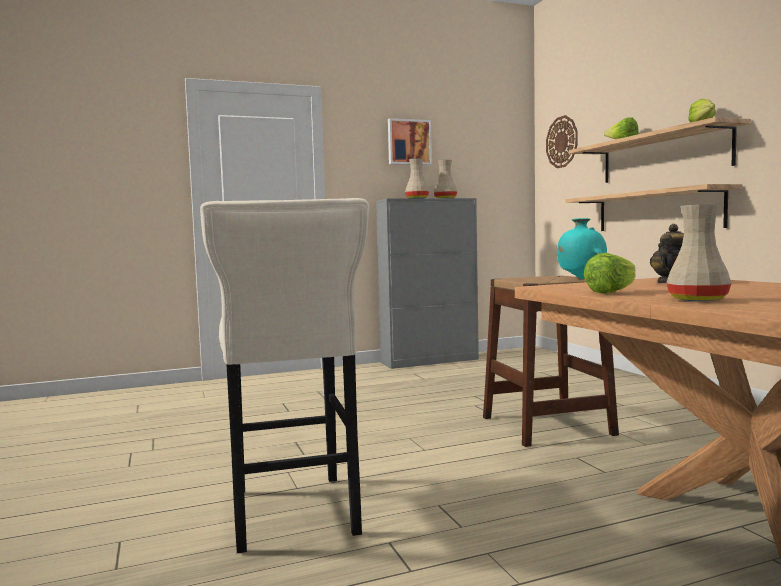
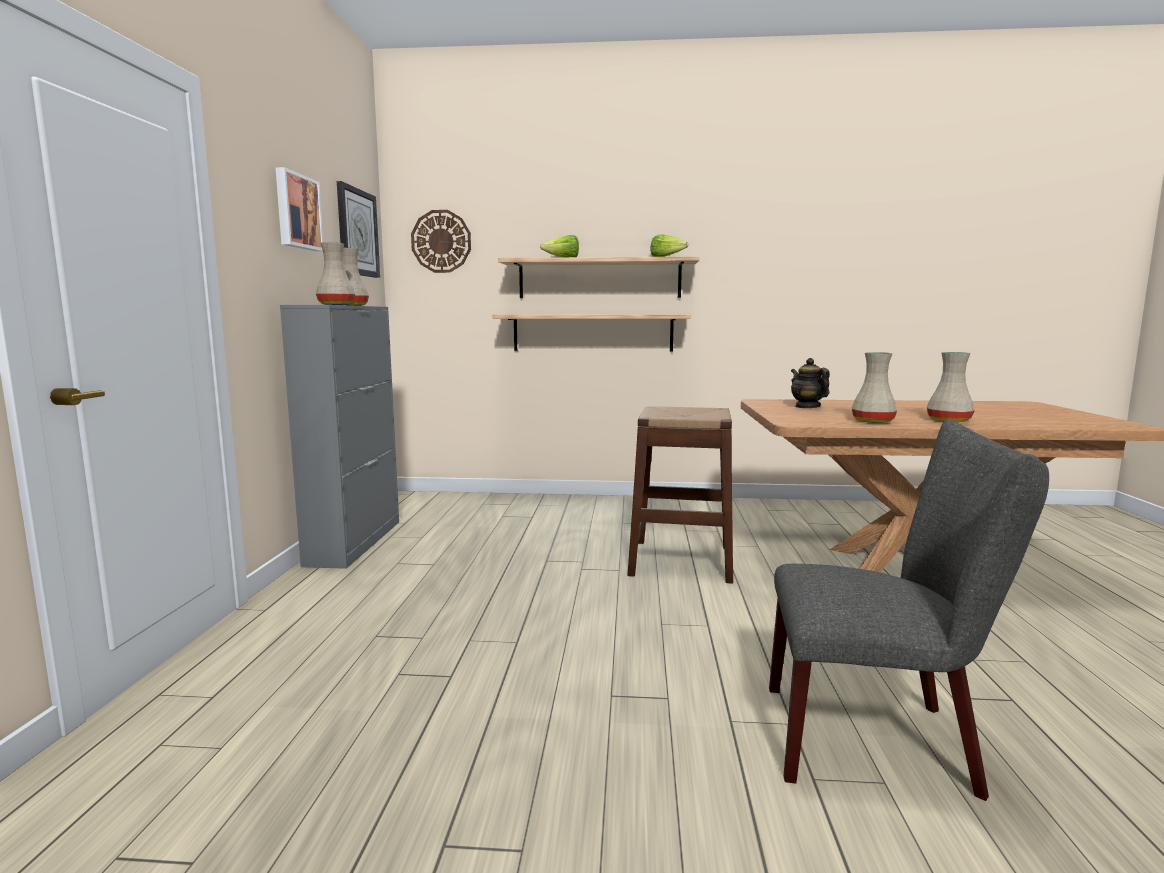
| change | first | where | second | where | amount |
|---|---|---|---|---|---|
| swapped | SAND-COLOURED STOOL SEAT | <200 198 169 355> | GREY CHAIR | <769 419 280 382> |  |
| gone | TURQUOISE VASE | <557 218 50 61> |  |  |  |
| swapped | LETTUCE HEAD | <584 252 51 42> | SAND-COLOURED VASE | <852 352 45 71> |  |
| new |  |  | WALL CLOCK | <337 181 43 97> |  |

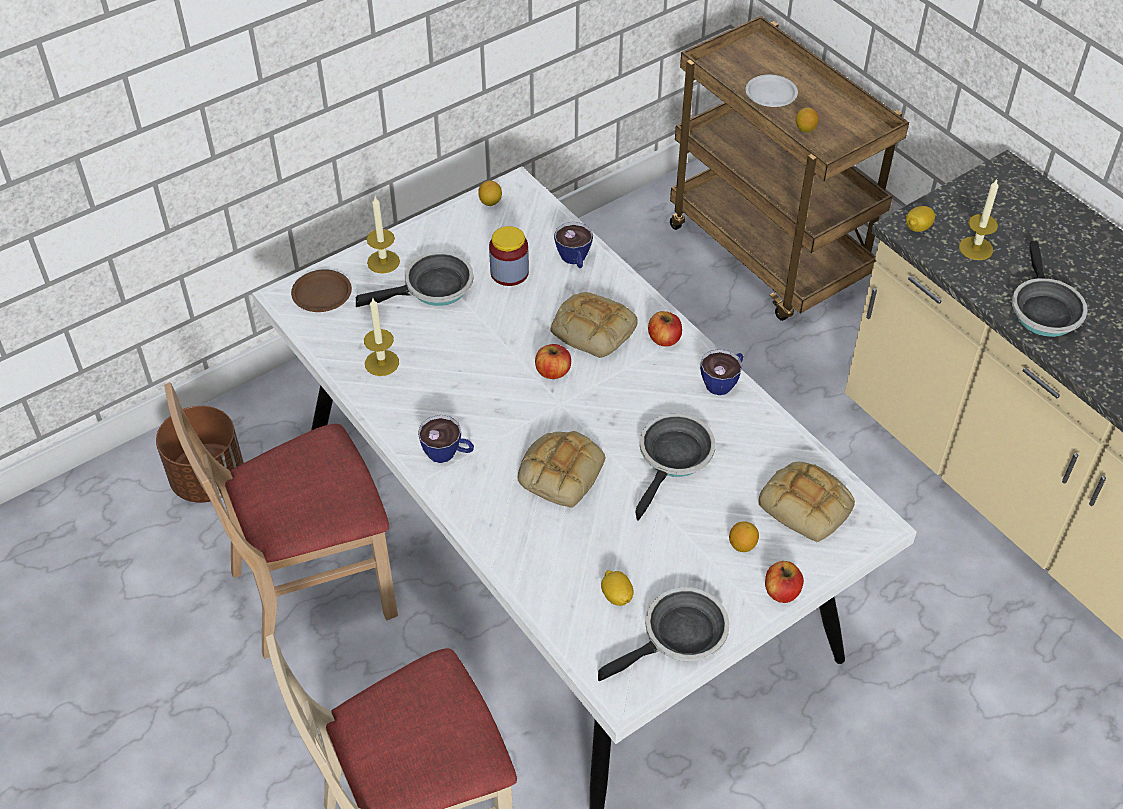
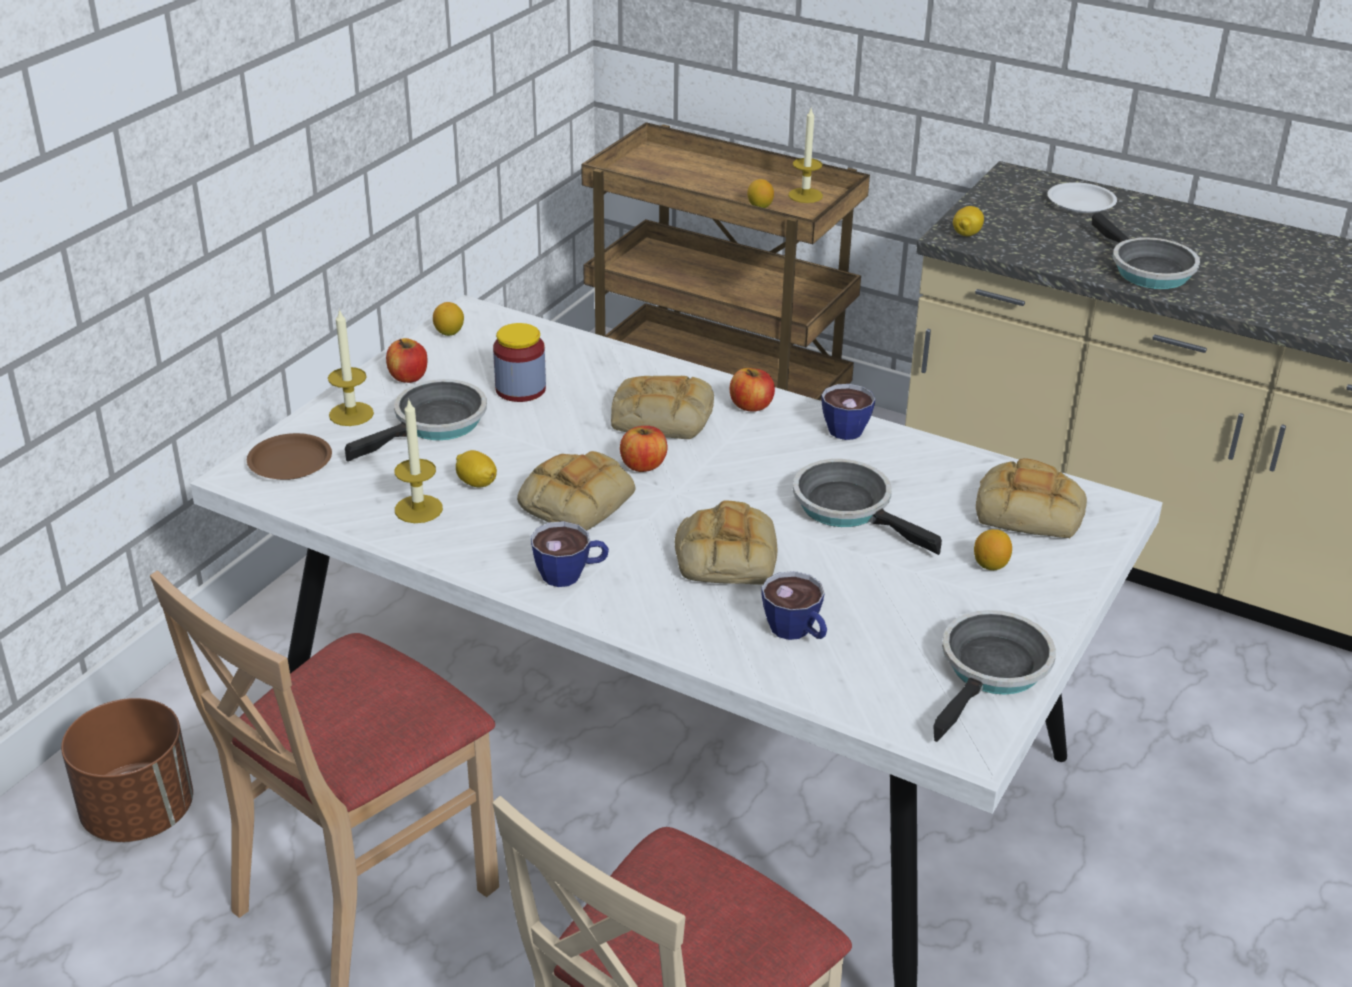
| change | first | where | second | where | amount |
|---|---|---|---|---|---|
| shifted | DRINKING CUP | <554 222 39 46> |  | <761 571 66 69> |  |
| shifted | CITRUS FRUIT | <601 570 33 36> |  | <456 450 41 38> |  |
| rotated | FRYING PAN | <635 413 80 108> |  | <793 459 149 96> | 45 degrees counterclockwise |
| shifted | WHITE-COLOURED FLAT DISH | <745 75 53 32> |  | <1048 182 69 31> |  |
| shifted | WHOLE APPLE | <765 561 39 42> |  | <386 338 41 45> |  |
| shifted | CANDLE | <959 179 40 81> |  | <788 108 35 95> |  |
| new |  |  | BREAD | <517 451 119 80> |  |

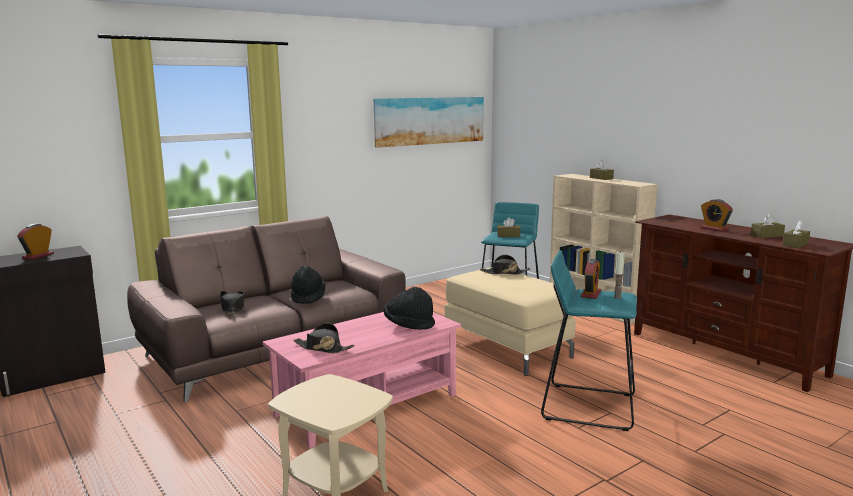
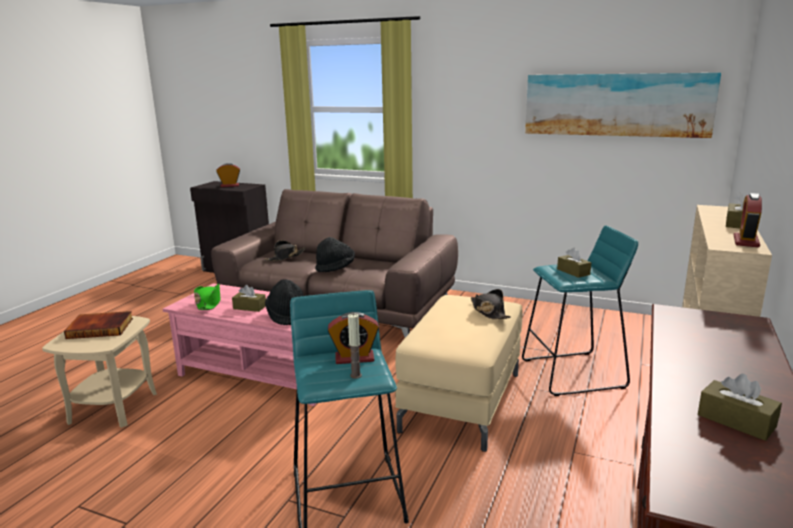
| change | first | where | second | where | amount |
|---|---|---|---|---|---|
| repainted | BLACK-COLOURED CLOTHING HAT | <294 323 61 30> | GREEN CLOTHING HAT | <194 284 26 26> |  |
| shifted | BEDSIDE CLOCK | <701 199 32 33> |  | <734 193 28 54> |  |
| shifted | BROWNISH TISSUE BOX | <783 221 27 27> |  | <232 285 34 27> |  |
| new |  |  | BOOK | <64 311 69 28> |  |

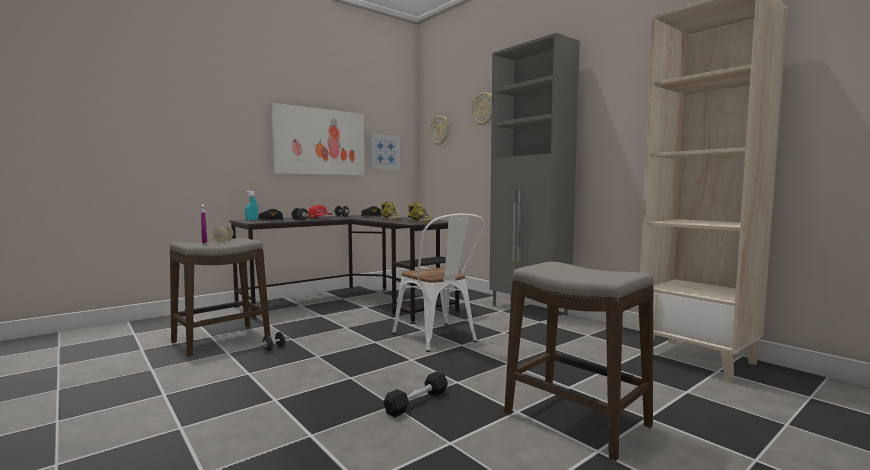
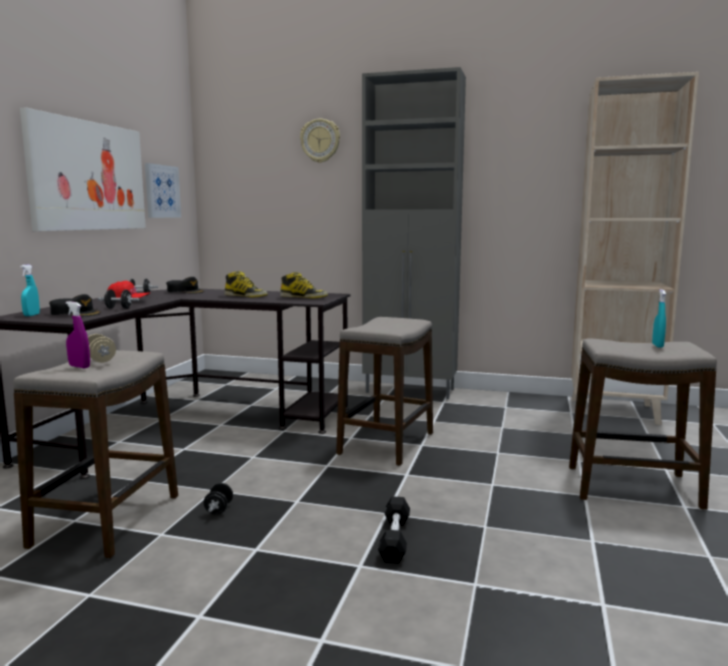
| change | first | where | second | where | amount |
|---|---|---|---|---|---|
| shifted | BLACK-COLOURED FREE WEIGHT | <383 372 65 45> |  | <378 496 32 67> |  |
| swapped | WHITE-COLOURED CHAIR | <392 214 93 138> | STOOL SEAT | <336 317 97 149> |  |
| gone | WALL CLOCK | <430 116 19 29> |  |  |  |
| new |  |  | TURQUOISE SPRAY BOTTLE | <652 289 14 59> |  |

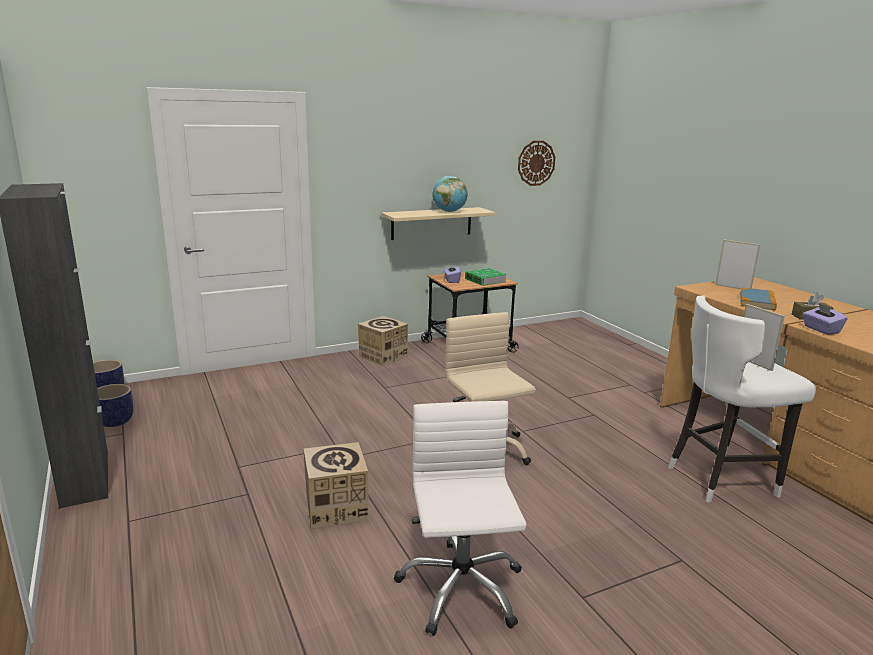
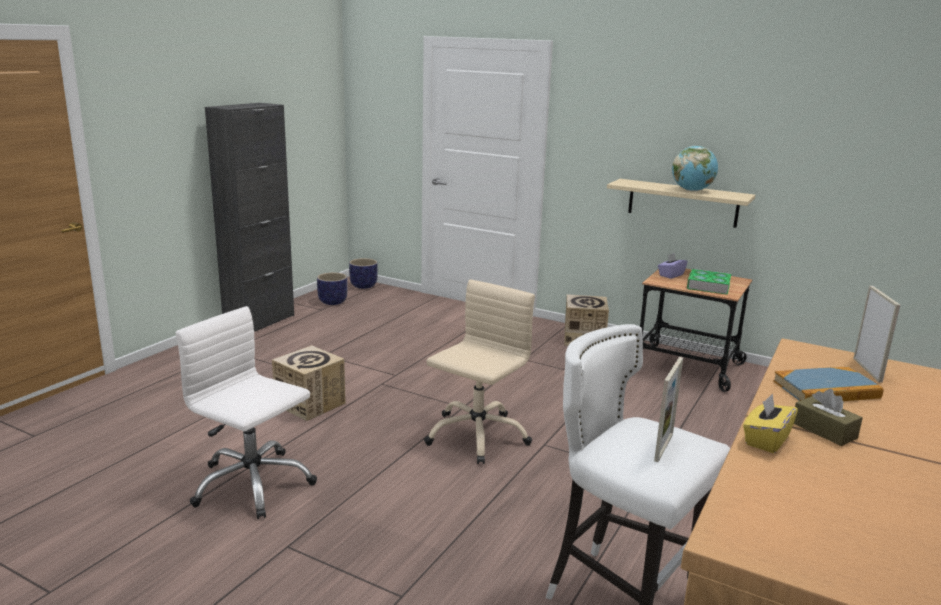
| change | first | where | second | where | amount |
|---|---|---|---|---|---|
| rotated | WHITE-COLOURED COMPUTER CHAIR | <394 401 133 235> |  | <176 306 141 213> | 105 degrees counterclockwise |
| gone | WALL CLOCK | <518 141 37 45> |  |  |  |
| repainted | PURPLE-COLOURED TISSUE BOX | <803 303 45 32> | YELLOW TISSUE BOX | <743 393 55 60> |  |

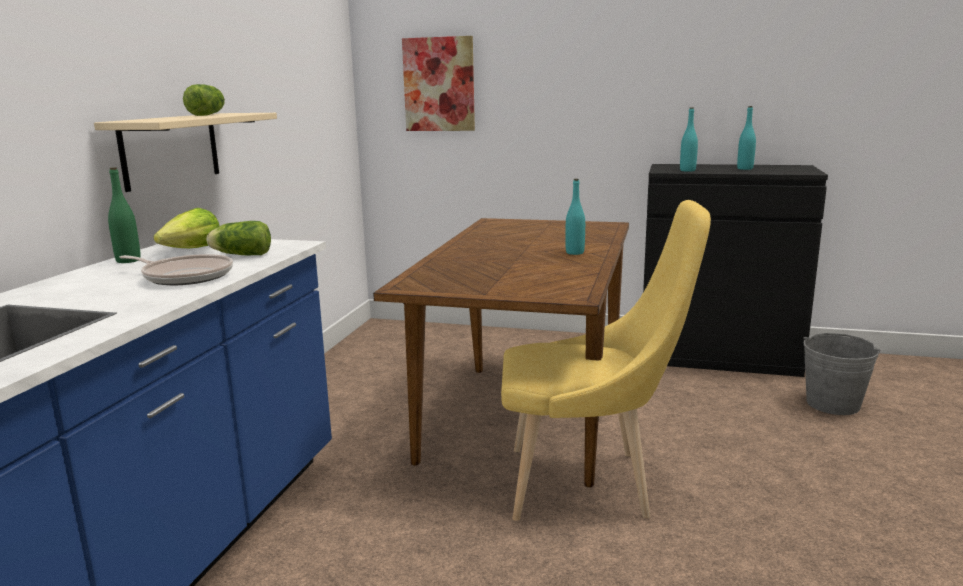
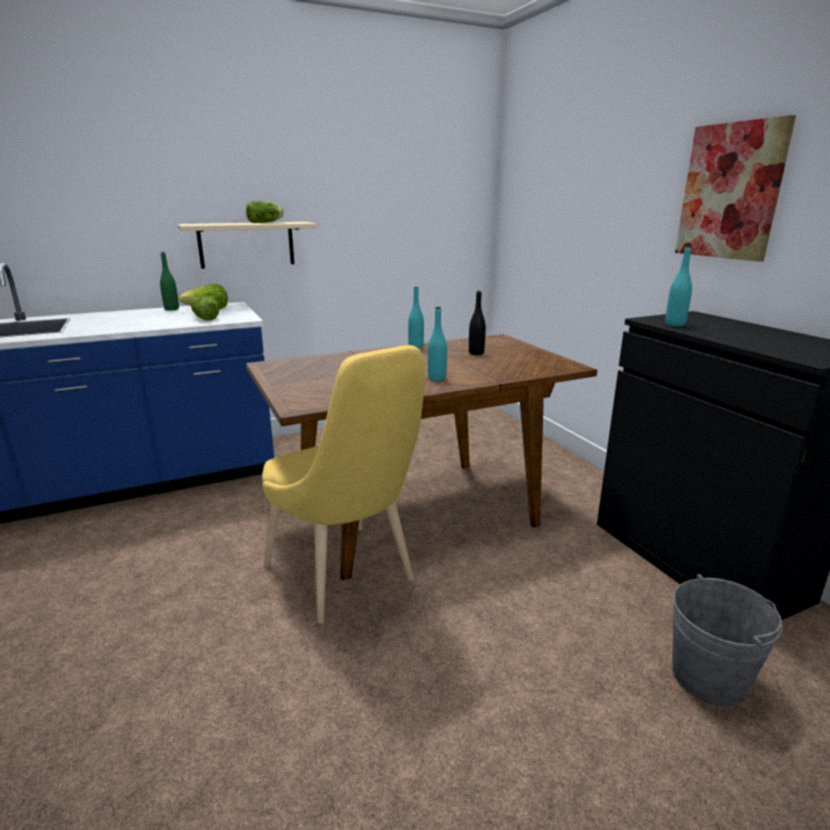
| change | first | where | second | where | amount |
|---|---|---|---|---|---|
| gone | FRYING PAN | <119 254 114 31> |  |  |  |
| shifted | WALL ART | <402 36 73 95> |  | <675 115 121 147> |  |
| shifted | TURQUOISE BOTTLE | <737 106 19 64> |  | <408 287 16 62> |  |
| new |  |  | BLACK-COLOURED BOTTLE | <469 291 17 64> |  |

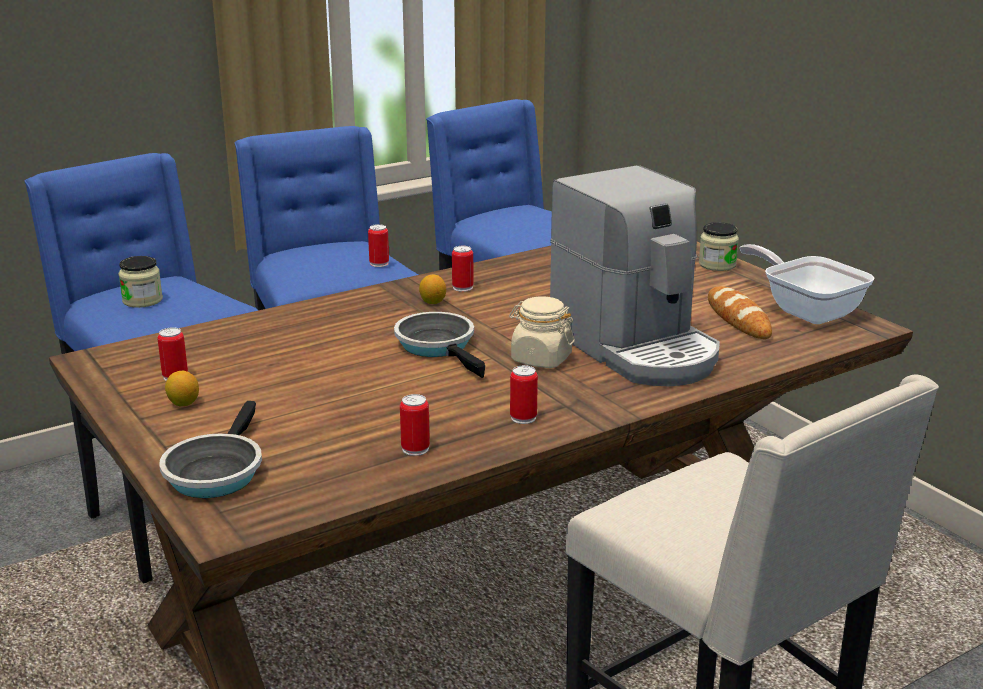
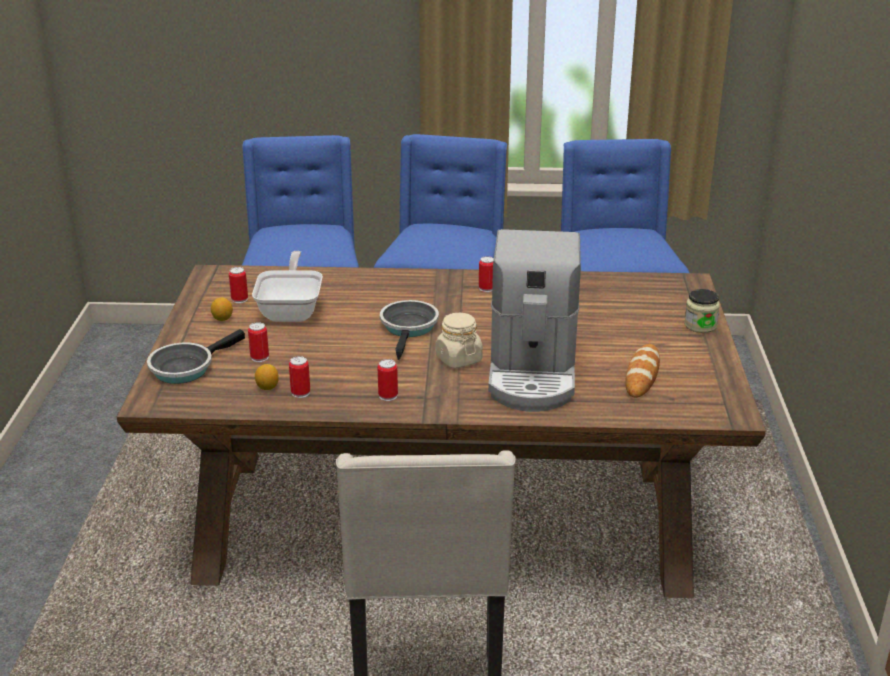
| change | first | where | second | where | amount |
|---|---|---|---|---|---|
| gone | PRESERVE JAR | <119 256 44 52> |  |  |  |
| shifted | METAL CAN | <368 224 21 43> |  | <248 322 21 40> |  |
| shifted | CITRUS FRUIT | <419 275 27 29> |  | <255 364 24 26> |  |
| shifted | FRYING PAN | <740 244 134 80> |  | <252 251 71 71> |  |

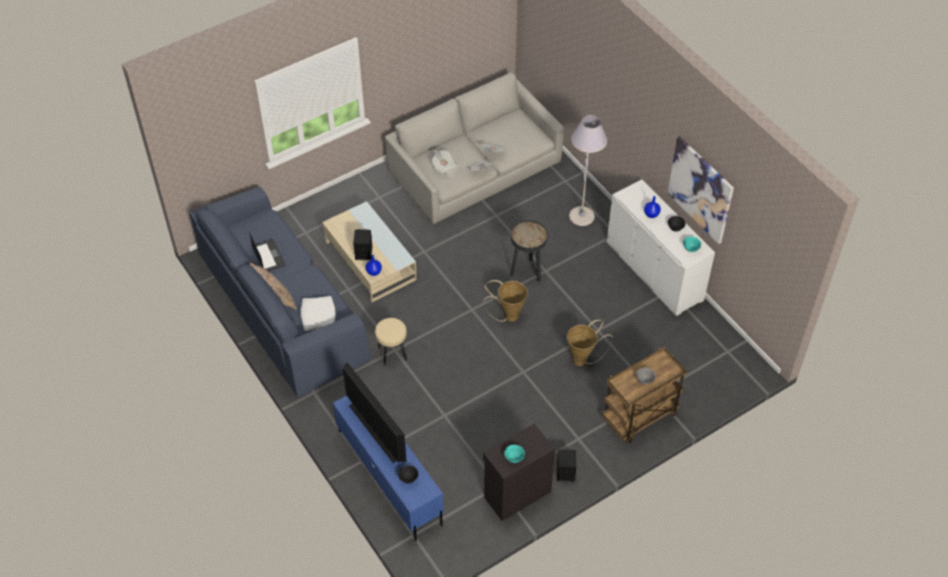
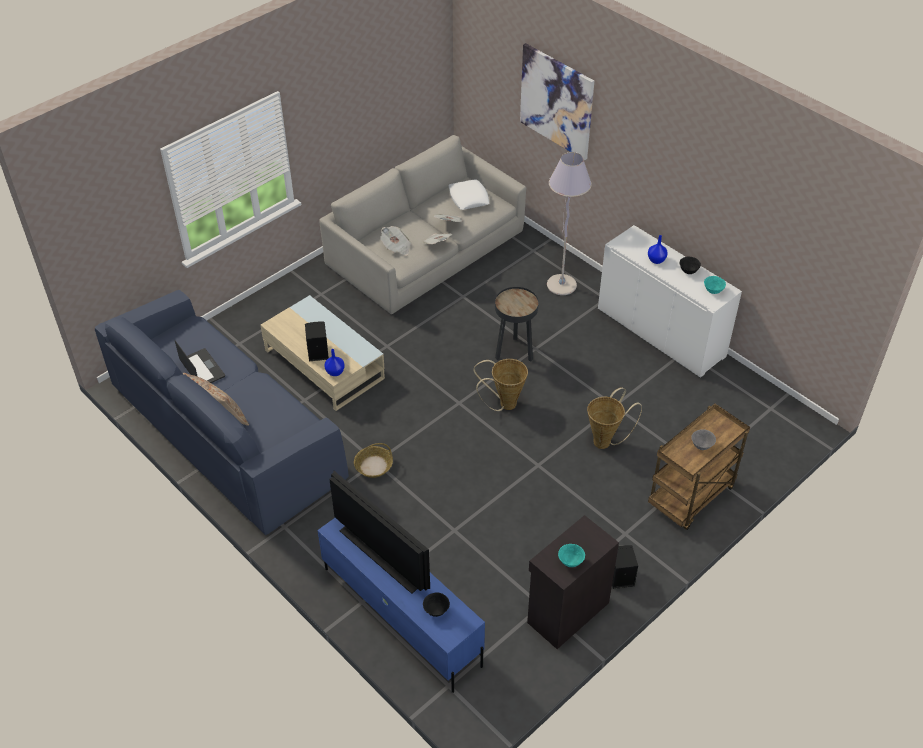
| change | first | where | second | where | amount |
|---|---|---|---|---|---|
| shifted | WHITE-COLOURED THROW PILLOW | <301 296 35 35> |  | <449 179 40 31> |  |
| swapped | SAND-COLOURED STOOL SEAT | <375 318 32 48> | HOUSEHOLD BASKET | <354 443 39 35> |  |
| shifted | WALL ART | <668 136 66 108> |  | <520 43 74 117> |  |

